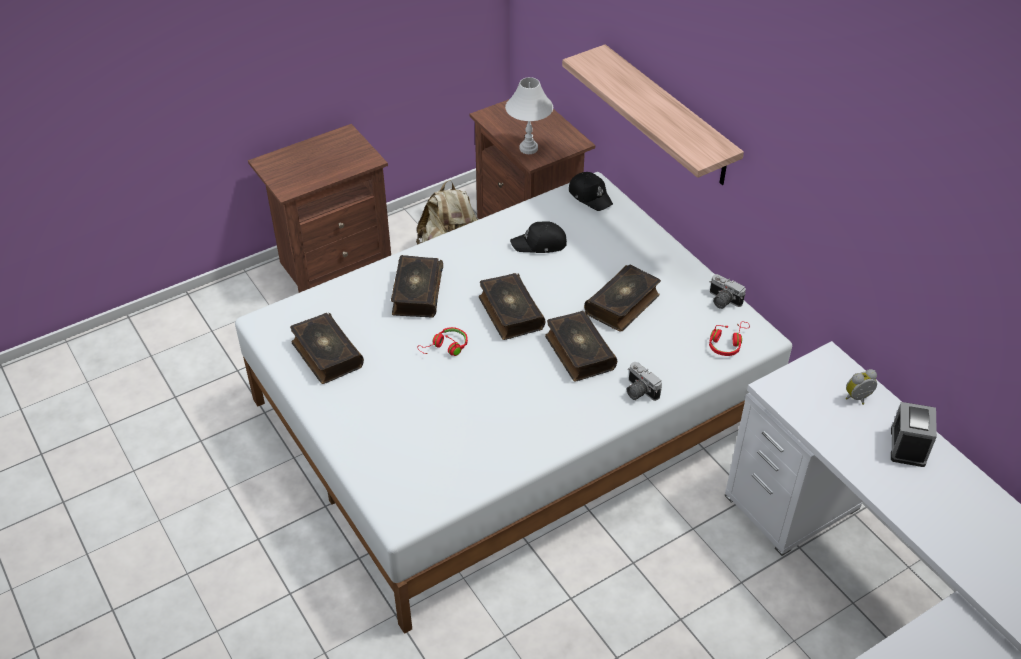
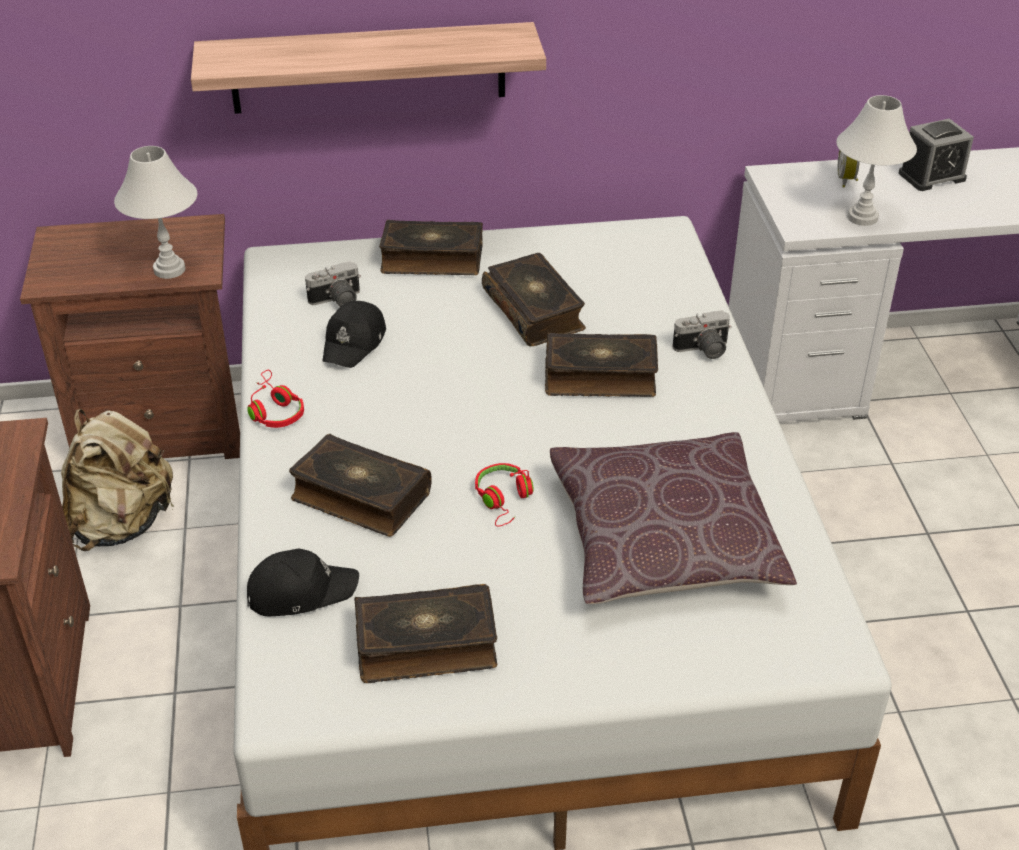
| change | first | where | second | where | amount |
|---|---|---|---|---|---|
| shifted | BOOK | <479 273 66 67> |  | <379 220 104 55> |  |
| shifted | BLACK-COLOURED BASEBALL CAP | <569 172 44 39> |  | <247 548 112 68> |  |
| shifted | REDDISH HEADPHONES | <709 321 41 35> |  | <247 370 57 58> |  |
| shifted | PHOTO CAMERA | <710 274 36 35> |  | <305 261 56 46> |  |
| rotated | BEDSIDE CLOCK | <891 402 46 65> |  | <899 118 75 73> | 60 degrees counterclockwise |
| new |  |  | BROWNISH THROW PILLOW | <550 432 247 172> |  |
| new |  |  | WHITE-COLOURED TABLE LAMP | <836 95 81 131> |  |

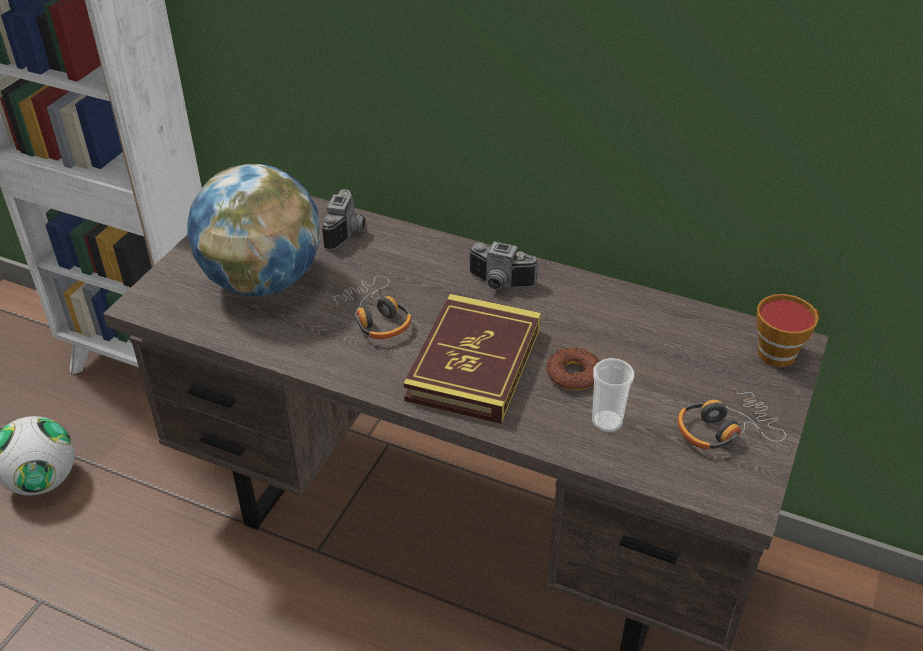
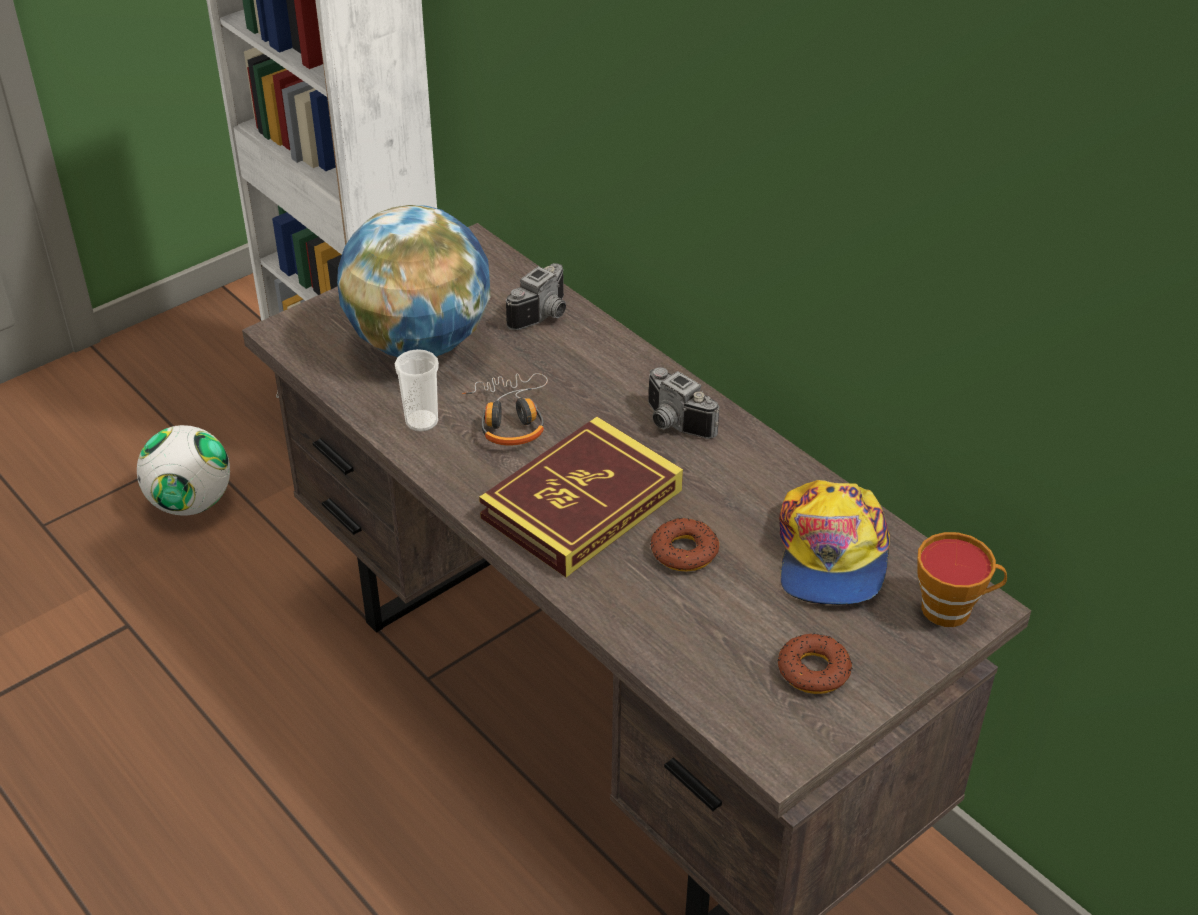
| change | first | where | second | where | amount |
|---|---|---|---|---|---|
| shifted | DRINKING CUP | <592 358 42 74> |  | <395 349 44 83> |  |
| swapped | HEADPHONES | <678 386 108 64> | DONUT | <778 633 75 61> |  |
| new |  |  | BASEBALL CAP | <779 480 111 125> |  |

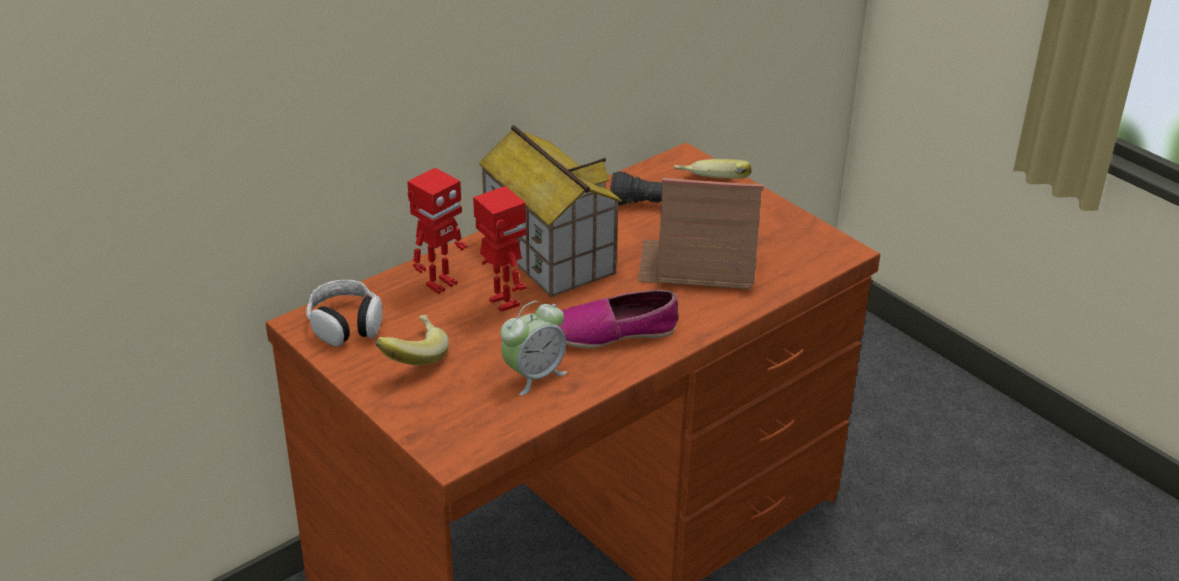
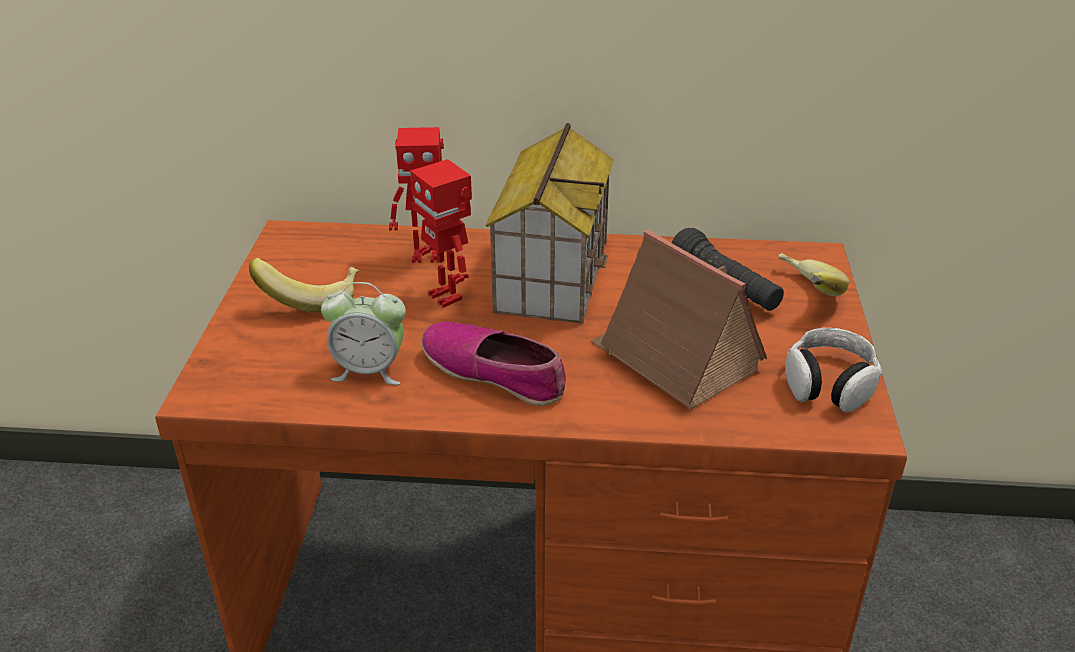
| change | first | where | second | where | amount |
|---|---|---|---|---|---|
| shifted | HEADPHONES | <306 280 77 67> |  | <785 328 97 85> |  |
| rotated | ROBOT FIGURE | <473 186 54 126> |  | <410 159 62 149> | 135 degrees clockwise |

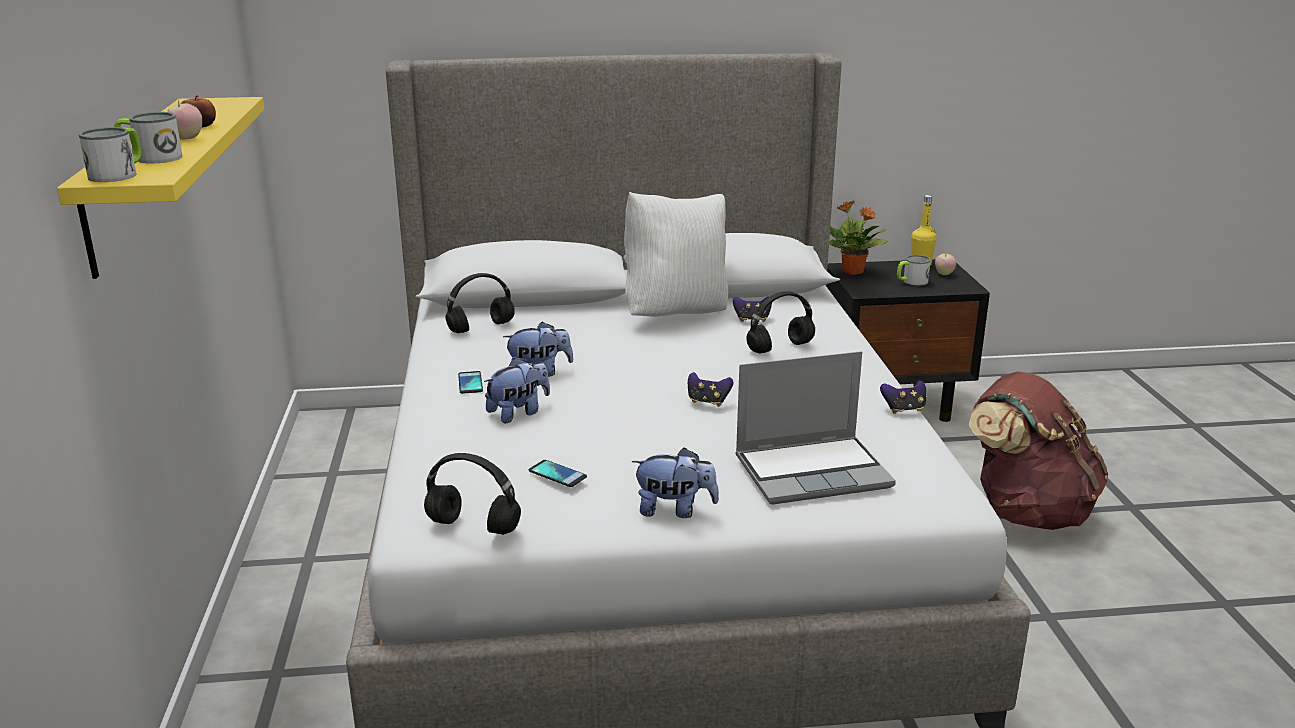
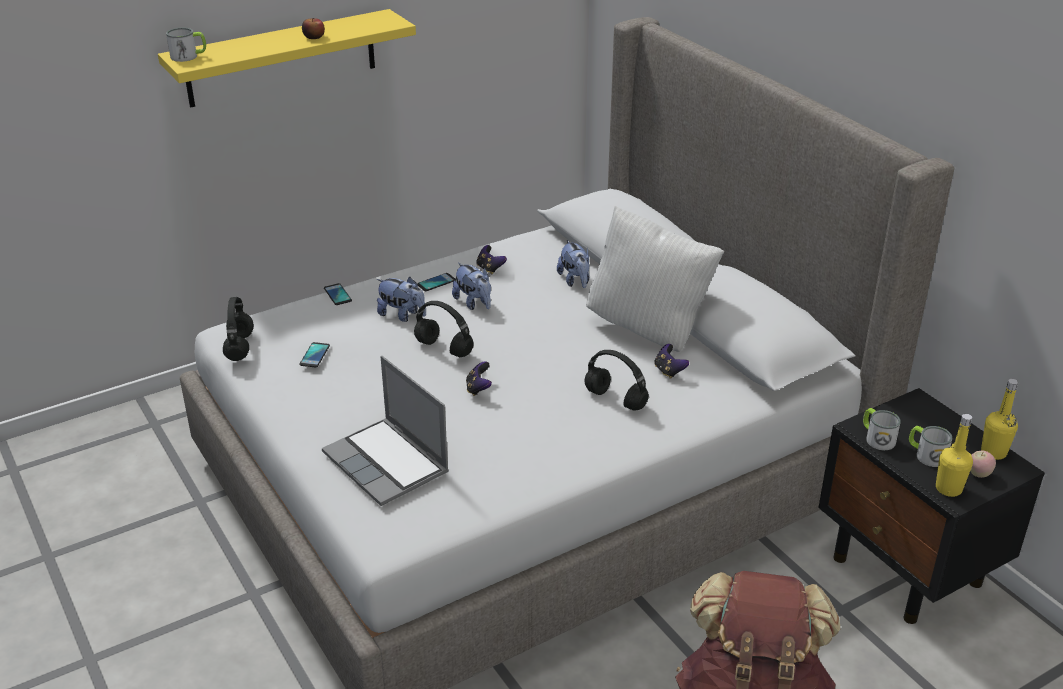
| change | first | where | second | where | amount |
|---|---|---|---|---|---|
| shifted | COFFEE MUG | <114 112 69 51> |  | <863 408 38 42> |  |
| gone | WHOLE APPLE | <167 99 35 41> |  |  |  |
| shifted | BLACK-COLOURED HEADPHONES | <445 273 70 60> |  | <414 301 60 56> |  |
| shifted | CUDDLY TOY | <632 447 87 71> |  | <557 240 33 48> |  |
| gone | HOUSEPLANT | <829 200 59 75> |  |  |  |
| shifted | JOYPAD | <880 380 46 34> |  | <476 245 31 29> |  |
| new |  |  | HANDSET | <324 283 28 22> |  |
| new |  |  | YELLOW BOTTLE | <936 414 37 83> |  |

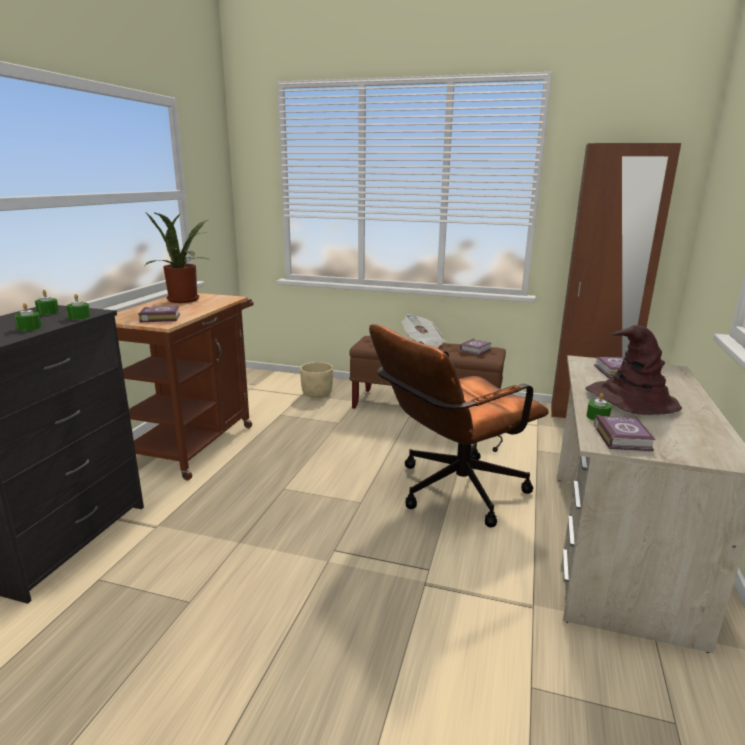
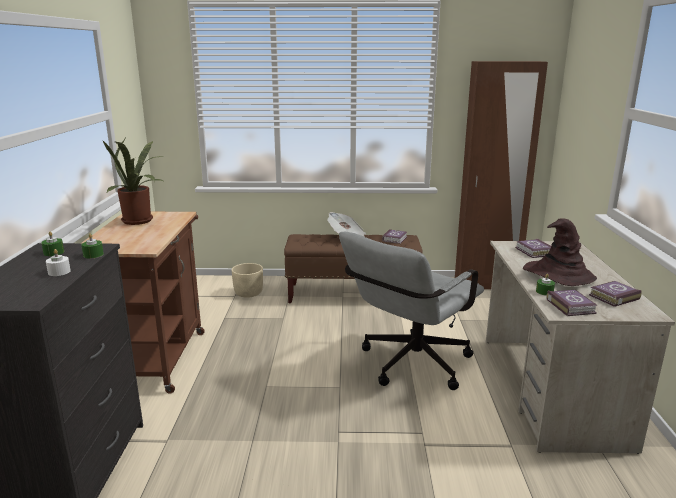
| change | first | where | second | where | amount |
|---|---|---|---|---|---|
| repainted | GREEN CANDLE | <14 303 28 28> | WHITE-COLOURED CANDLE | <46 249 25 27> |  |
| shifted | BOOK | <138 306 42 16> |  | <589 281 53 26> |  |
| repainted | BROWNISH COMPUTER CHAIR | <369 324 180 204> | GREY COMPUTER CHAIR | <339 232 145 158> |  |

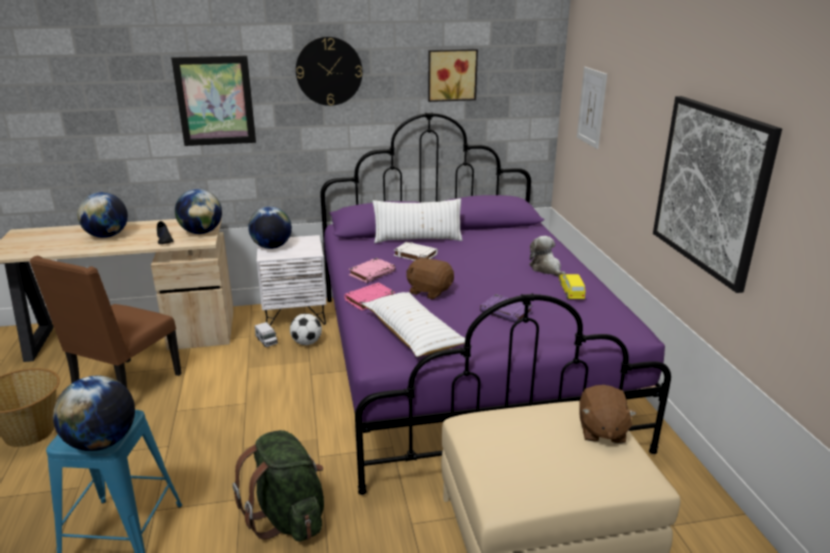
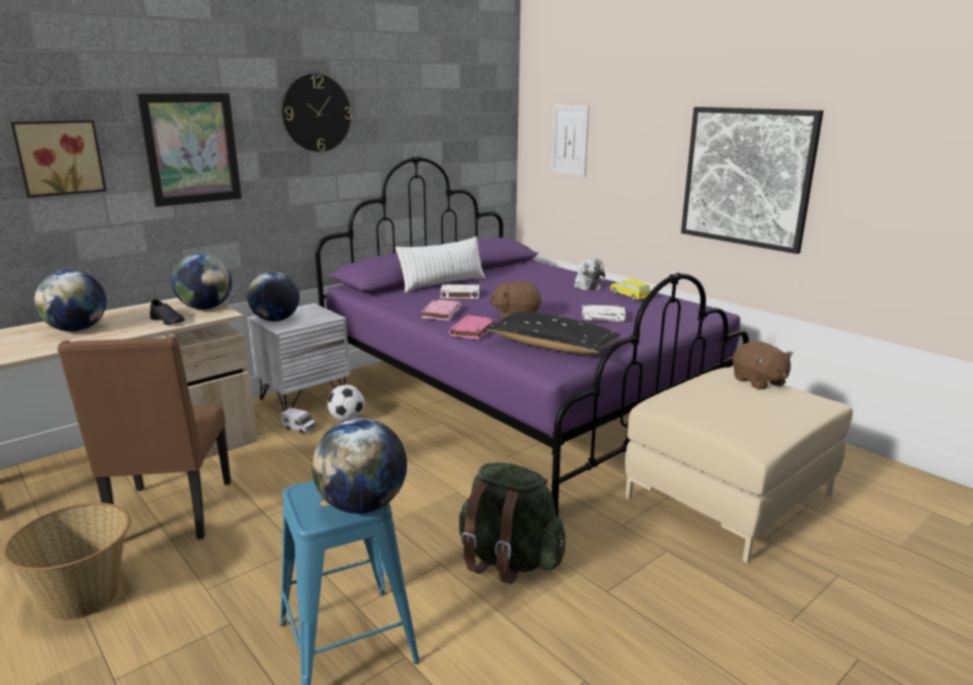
| change | first | where | second | where | amount |
|---|---|---|---|---|---|
| repainted | WHITE-COLOURED THROW PILLOW | <362 292 103 65> | BLACK-COLOURED THROW PILLOW | <486 312 135 42> |  |
| shifted | WALL ART | <428 49 50 53> |  | <11 120 96 78> |  |
| repainted | PURPLE-COLOURED BOOK | <480 294 53 30> | WHITE-COLOURED BOOK | <582 305 44 17> |  |
| rotated | CUDDLY TOY | <529 236 37 41> |  | <574 257 31 34> | 135 degrees counterclockwise |

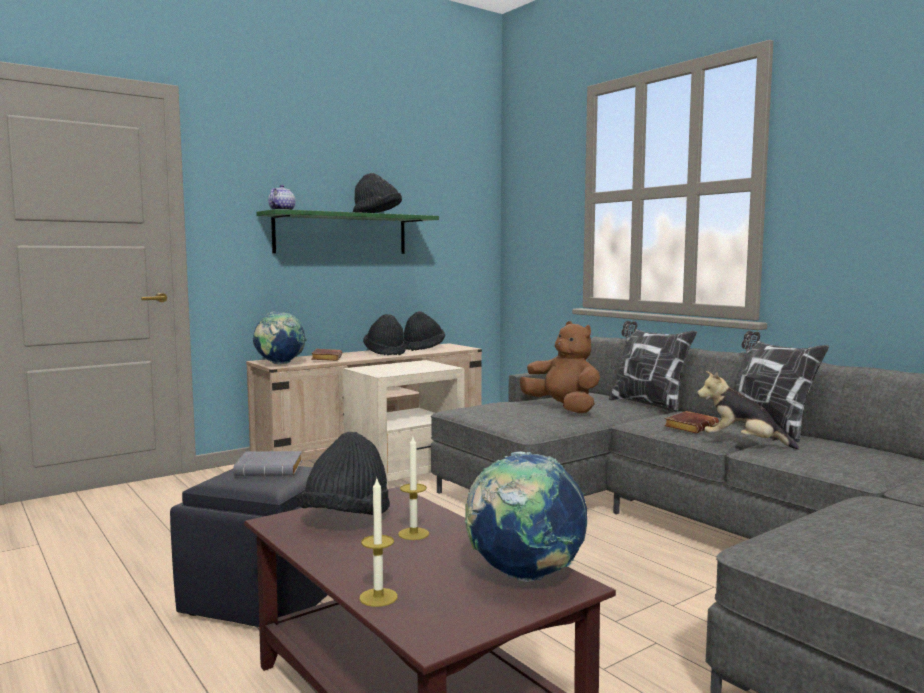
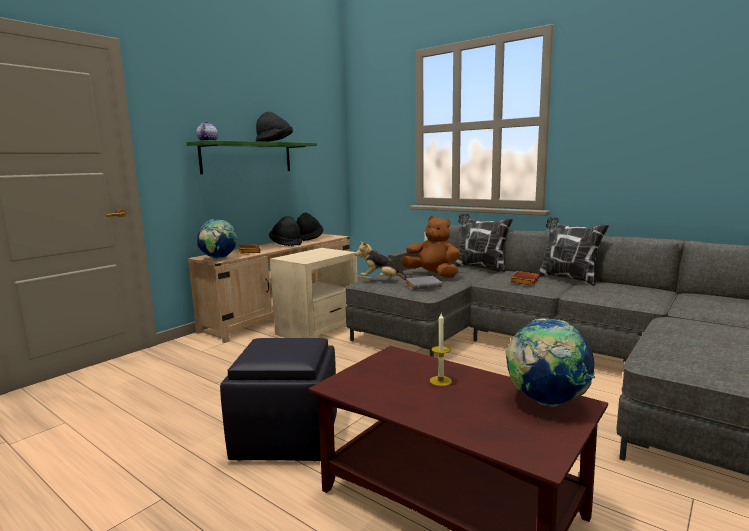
| change | first | where | second | where | amount |
|---|---|---|---|---|---|
| shifted | GREY BOOK | <233 451 69 25> |  | <405 276 37 14> |  |
| gone | BLACK-COLOURED CLOTHING HAT | <296 432 94 83> |  |  |  |
| gone | CANDLE | <359 479 39 128> |  |  |  |
| shifted | CUDDLY TOY | <697 371 102 78> |  | <355 241 54 39> |  |

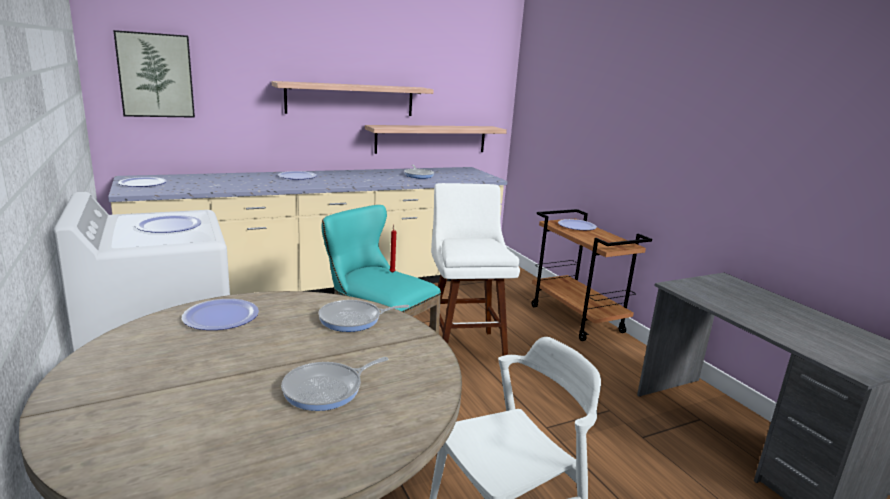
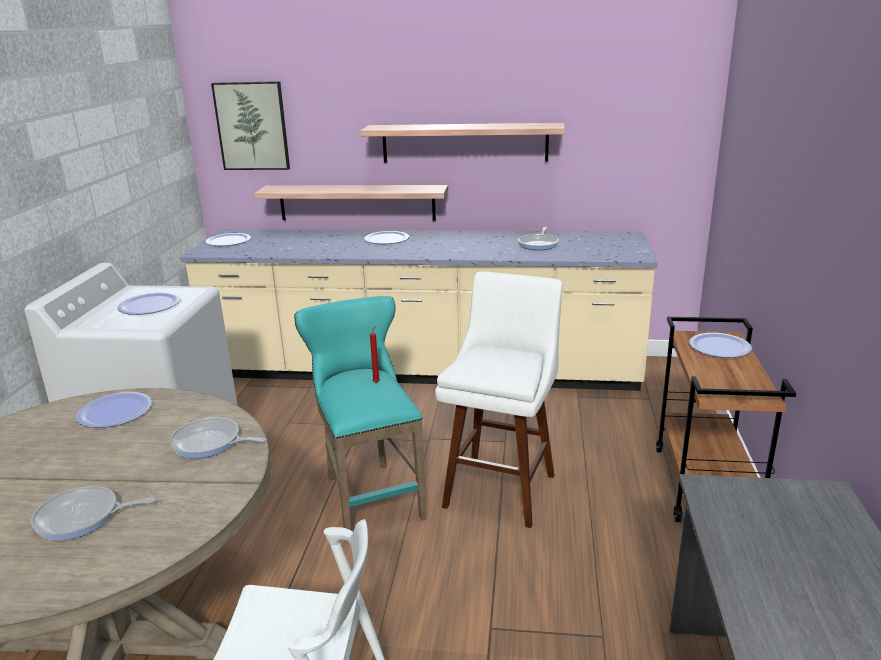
| change | first | where | second | where | amount |
|---|---|---|---|---|---|
| shifted | WALL SHELF | <365 125 142 29> |  | <254 185 194 36> |  |

